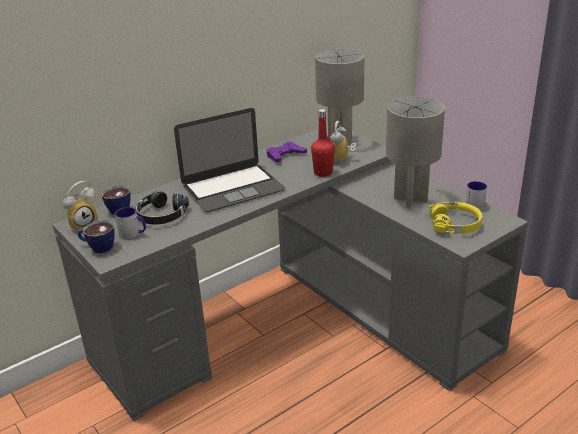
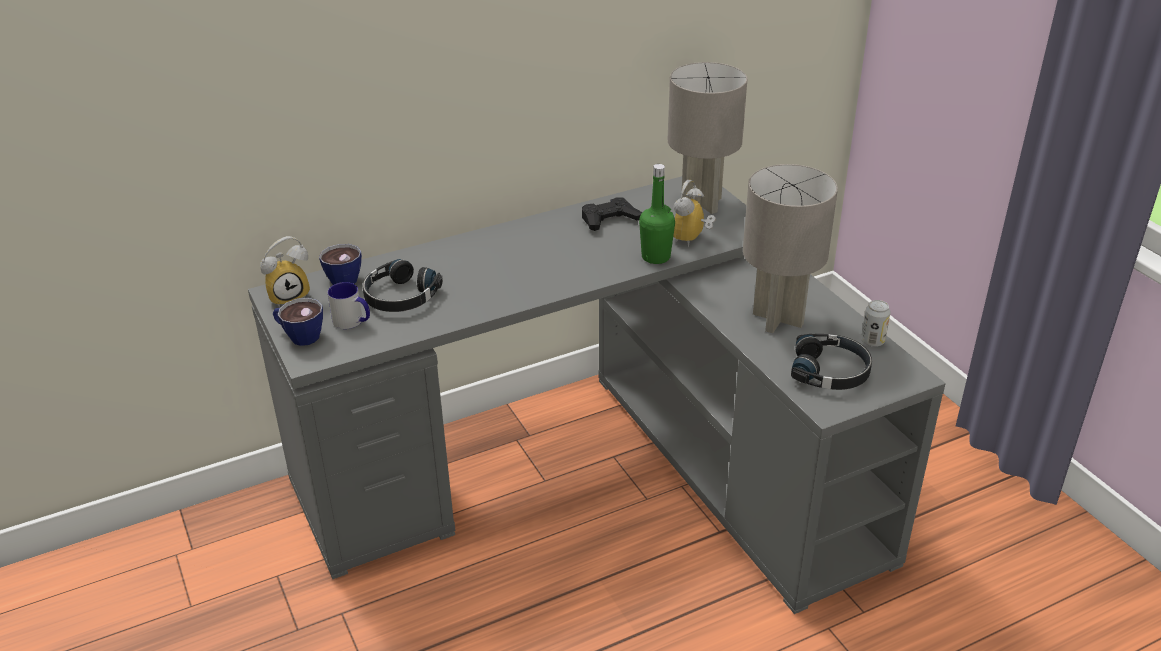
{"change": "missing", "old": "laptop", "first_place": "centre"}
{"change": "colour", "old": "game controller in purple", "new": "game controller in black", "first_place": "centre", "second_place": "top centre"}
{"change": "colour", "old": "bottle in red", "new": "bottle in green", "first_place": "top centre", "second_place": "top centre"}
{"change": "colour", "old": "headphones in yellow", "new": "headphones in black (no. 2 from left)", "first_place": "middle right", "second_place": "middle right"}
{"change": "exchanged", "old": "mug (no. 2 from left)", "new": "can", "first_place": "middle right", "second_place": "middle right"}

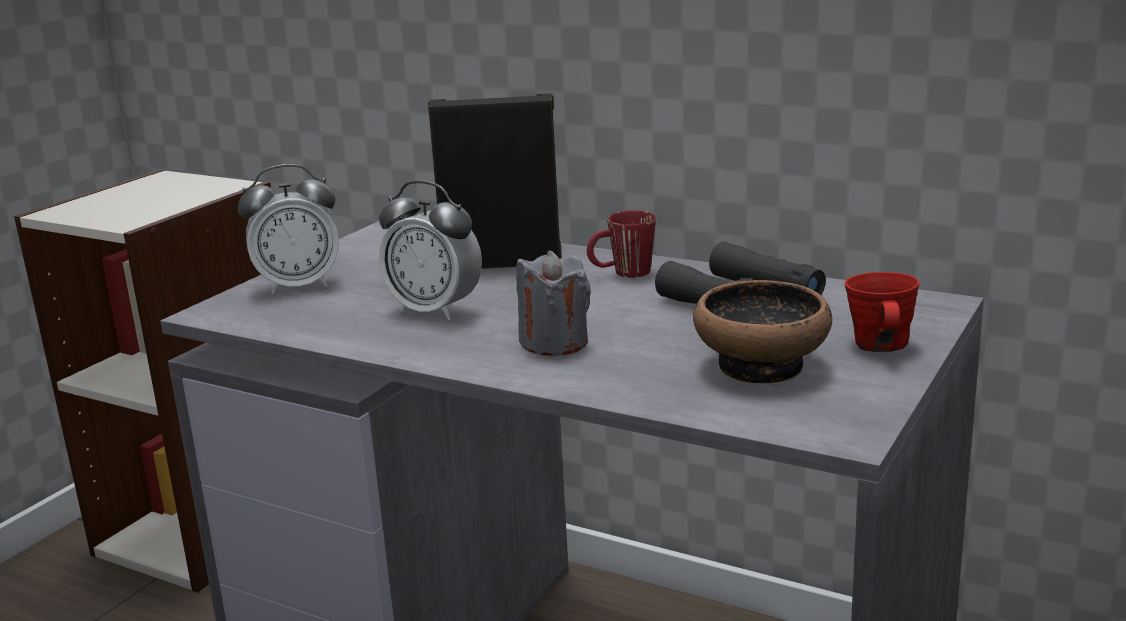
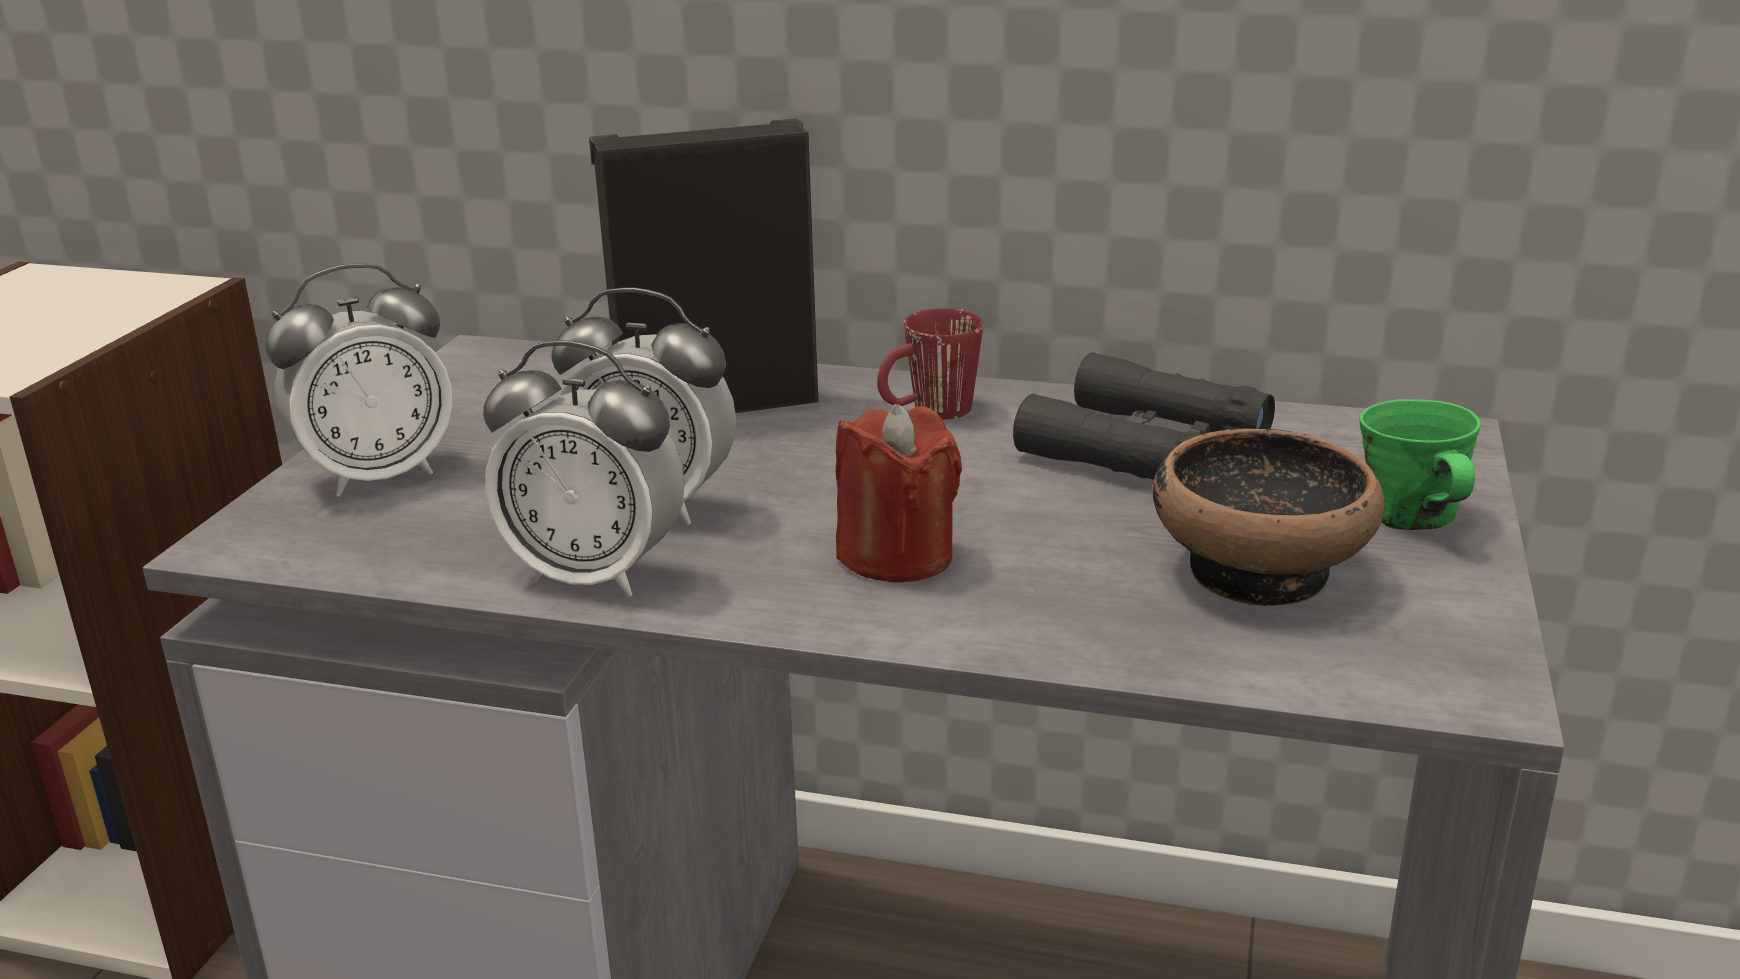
{"change": "colour", "old": "candle in grey", "new": "candle in red", "first_place": "centre", "second_place": "centre"}
{"change": "colour", "old": "mug in red (no. 2 from left)", "new": "mug in green", "first_place": "middle right", "second_place": "middle right"}
{"change": "appeared", "new": "alarm clock (no. 2 from left)", "second_place": "centre"}

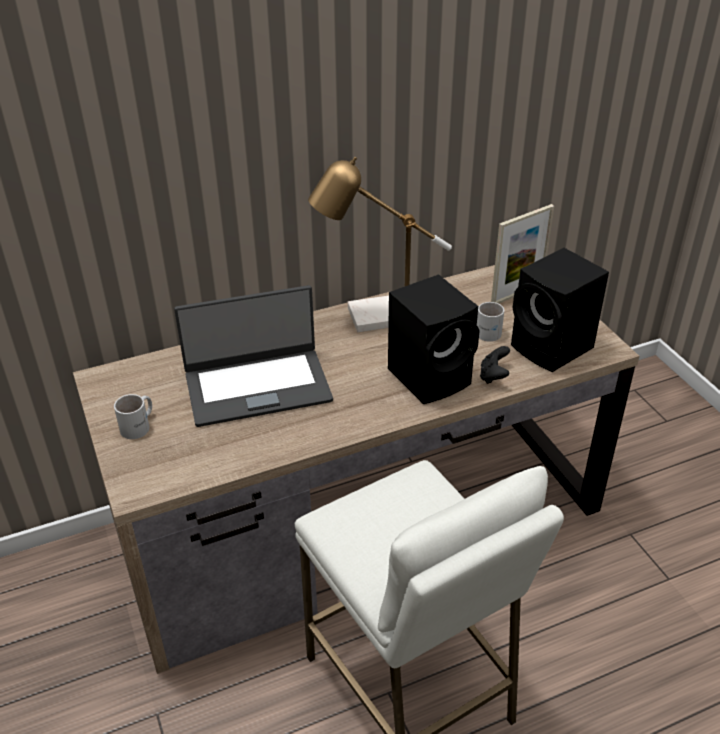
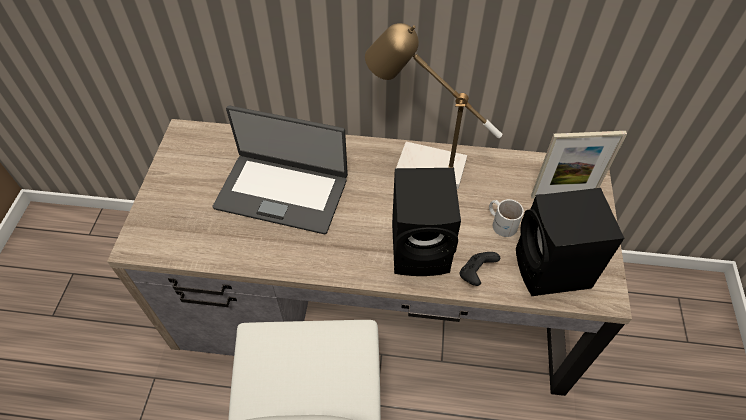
{"change": "missing", "old": "mug in white (no. 1 from left)", "first_place": "middle left"}

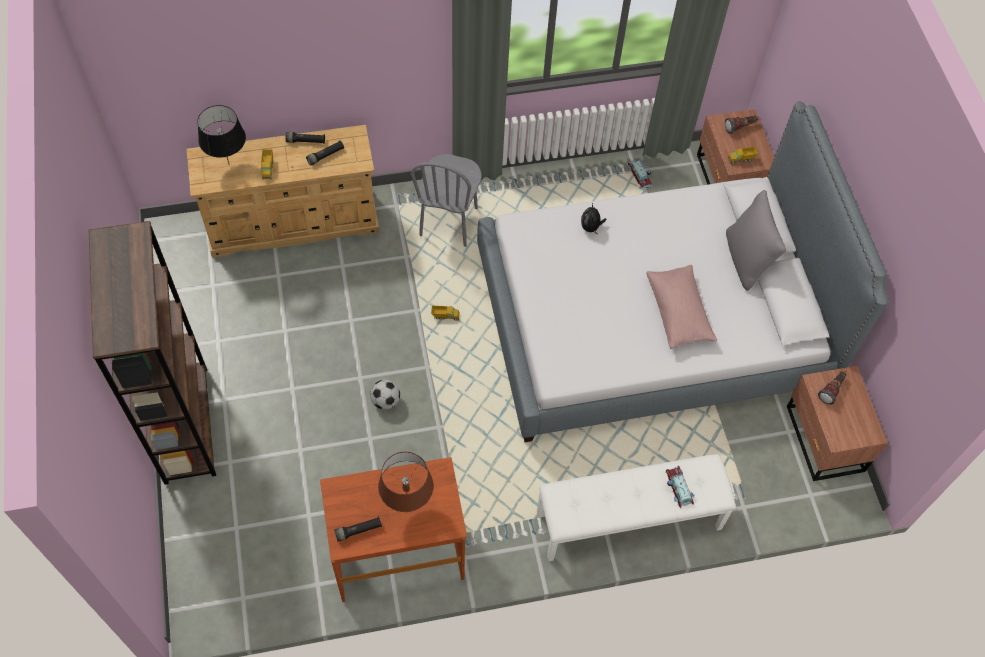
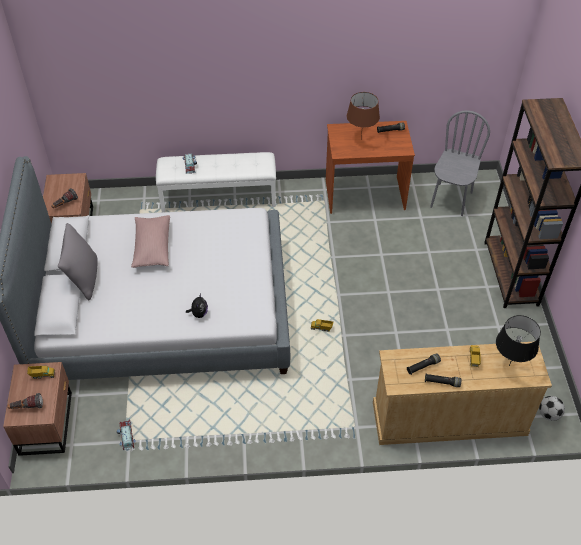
{"change": "relocated", "old": "football", "first_place": "centre", "second_place": "bottom right"}
{"change": "relocated", "old": "chair in grey", "first_place": "top centre", "second_place": "top right"}

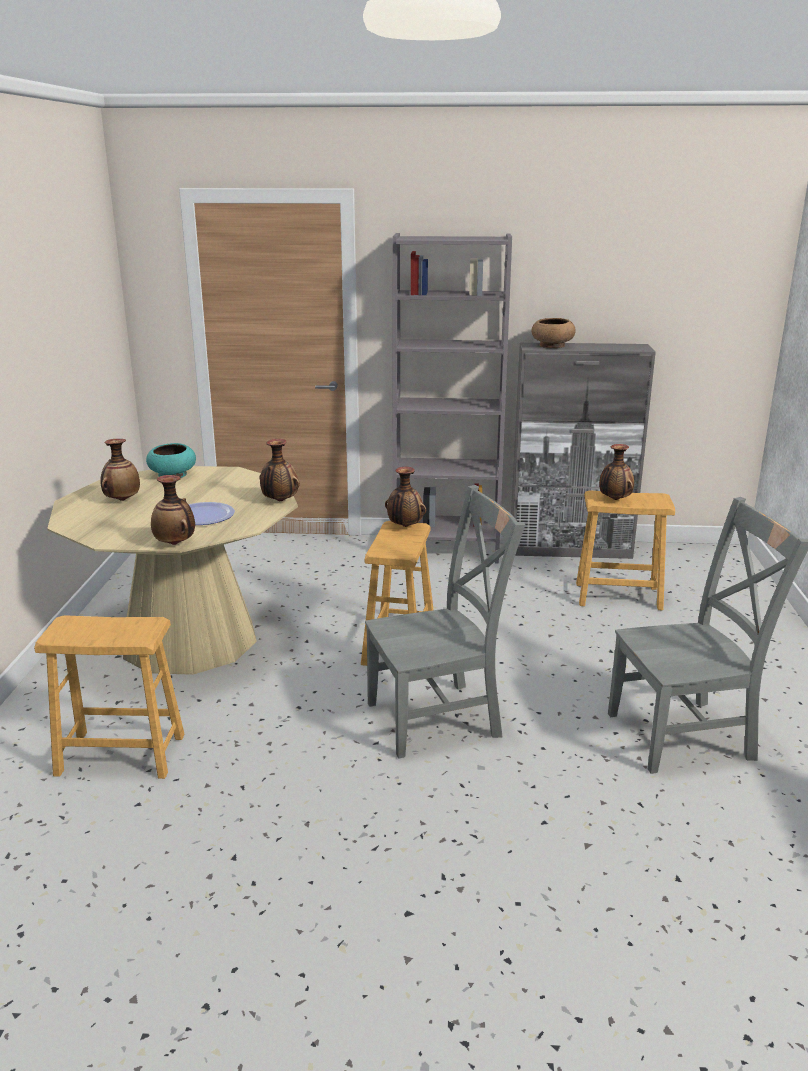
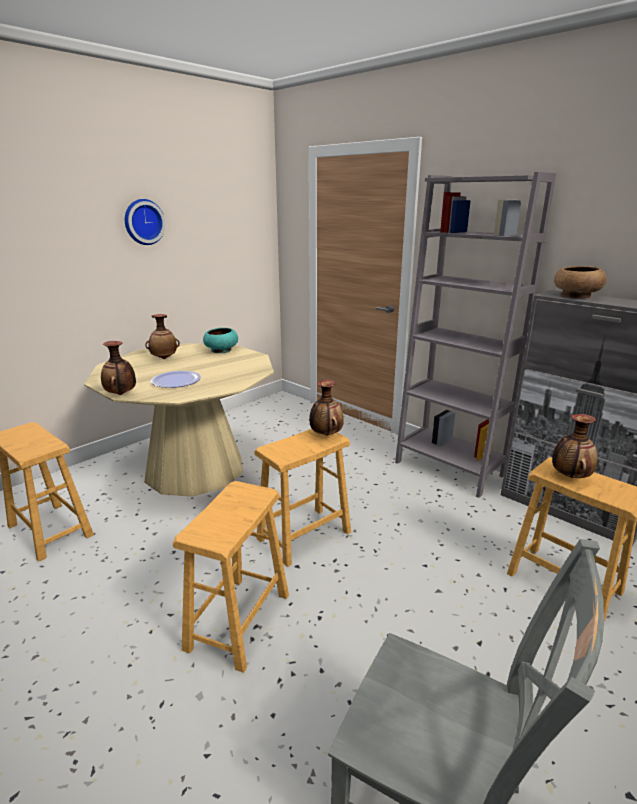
{"change": "missing", "old": "vase (no. 3 from left)", "first_place": "centre"}
{"change": "exchanged", "old": "chair in grey (no. 1 from left)", "new": "stool in brown (no. 2 from left)", "first_place": "centre", "second_place": "bottom centre"}
{"change": "appeared", "new": "wall clock", "second_place": "top left"}

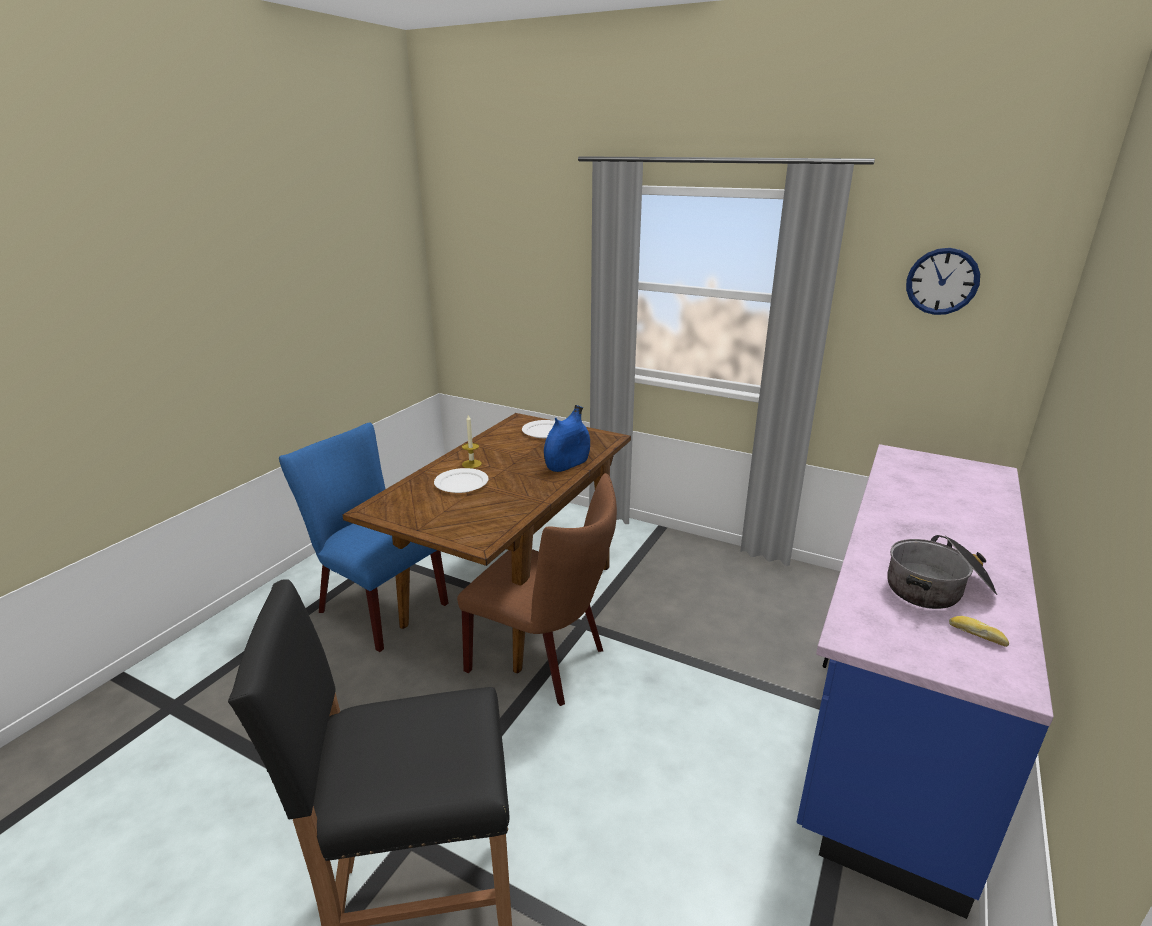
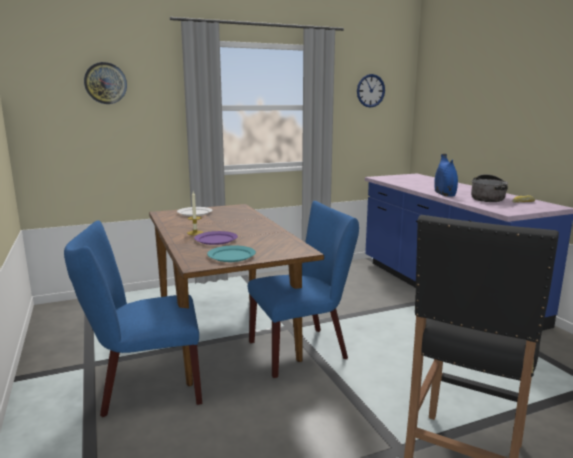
{"change": "colour", "old": "plate in white (no. 1 from left)", "new": "plate in purple", "first_place": "centre", "second_place": "centre"}
{"change": "colour", "old": "chair in brown", "new": "chair in blue (no. 2 from left)", "first_place": "centre", "second_place": "centre"}
{"change": "relocated", "old": "vase in blue", "first_place": "centre", "second_place": "middle right"}
{"change": "appeared", "new": "wall clock (no. 1 from left)", "second_place": "top left"}
{"change": "appeared", "new": "plate in turquoise", "second_place": "centre"}

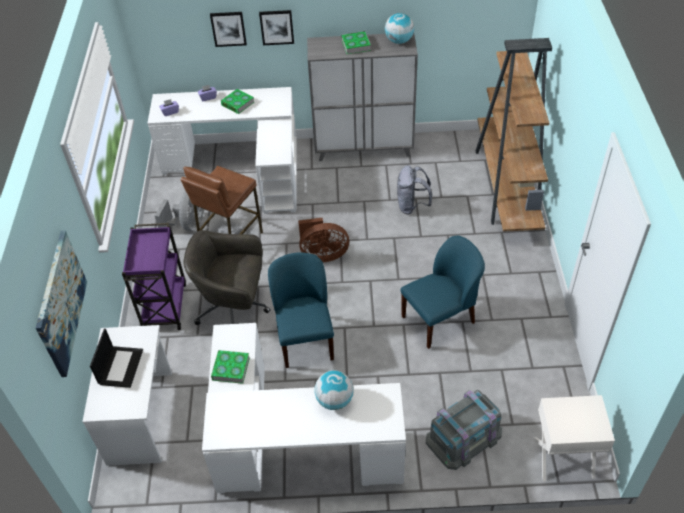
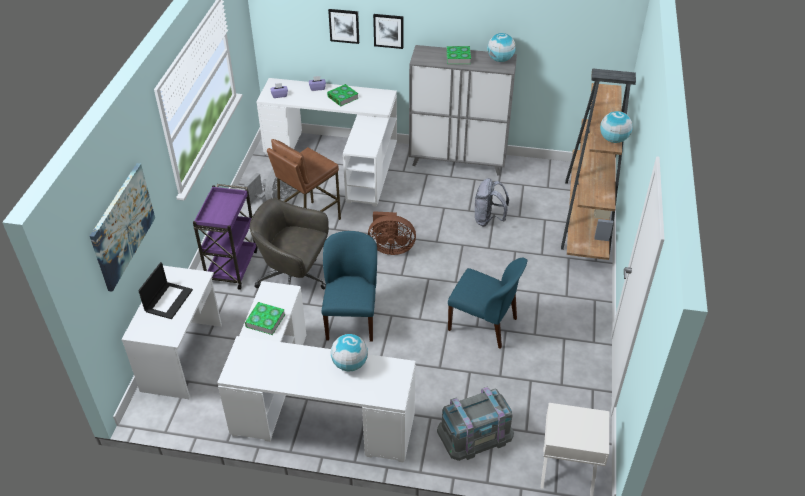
{"change": "spun", "old": "chair in blue (no. 2 from left)", "first_place": "centre", "second_place": "centre", "degrees": 45}
{"change": "appeared", "new": "globe (no. 3 from left)", "second_place": "top right"}

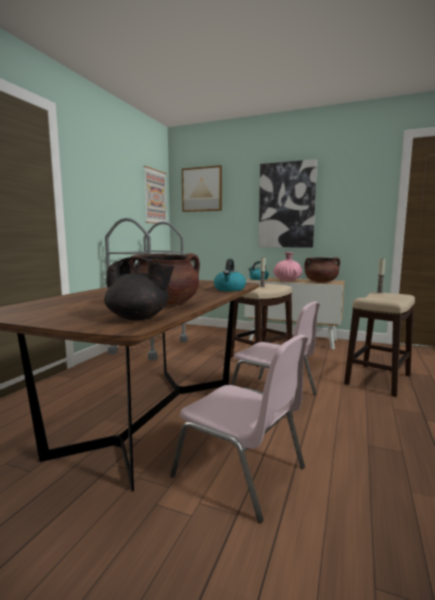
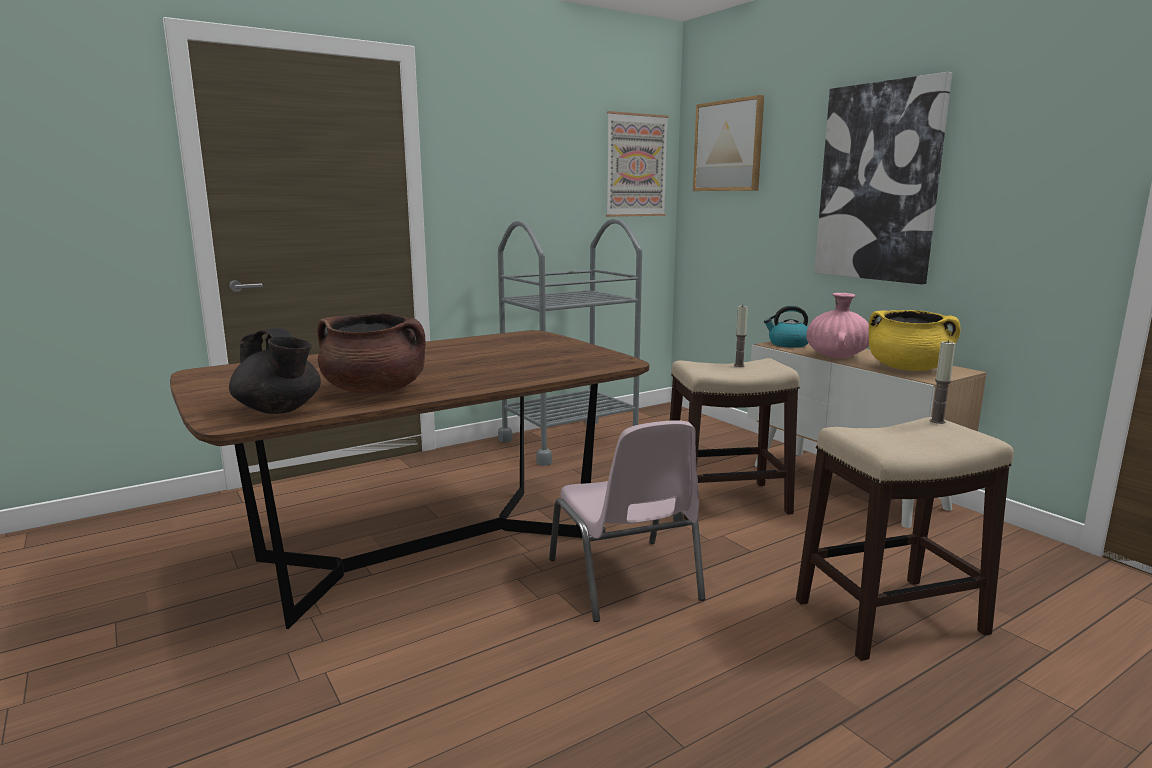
{"change": "missing", "old": "chair in pink (no. 1 from left)", "first_place": "bottom centre"}
{"change": "missing", "old": "kettle (no. 1 from left)", "first_place": "centre"}
{"change": "colour", "old": "cooking pot in brown (no. 2 from left)", "new": "cooking pot in yellow", "first_place": "middle right", "second_place": "middle right"}

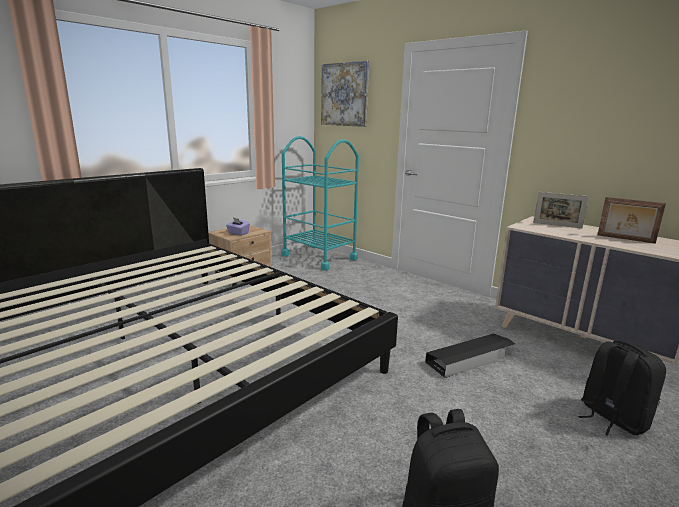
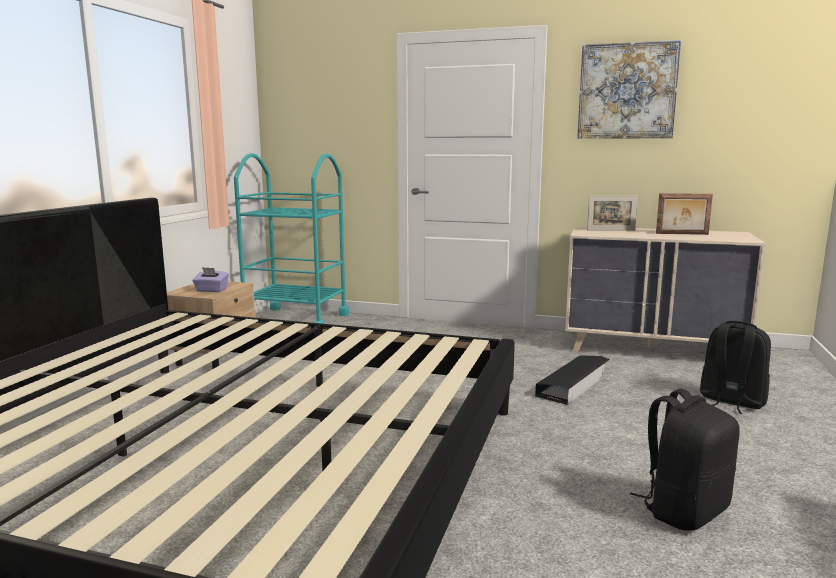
{"change": "relocated", "old": "picture", "first_place": "top centre", "second_place": "top right"}

